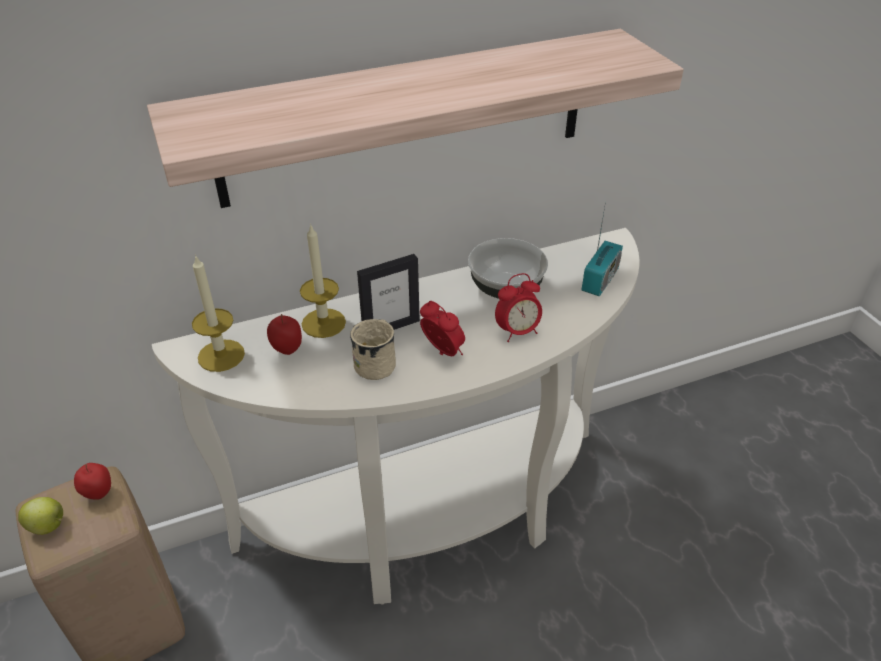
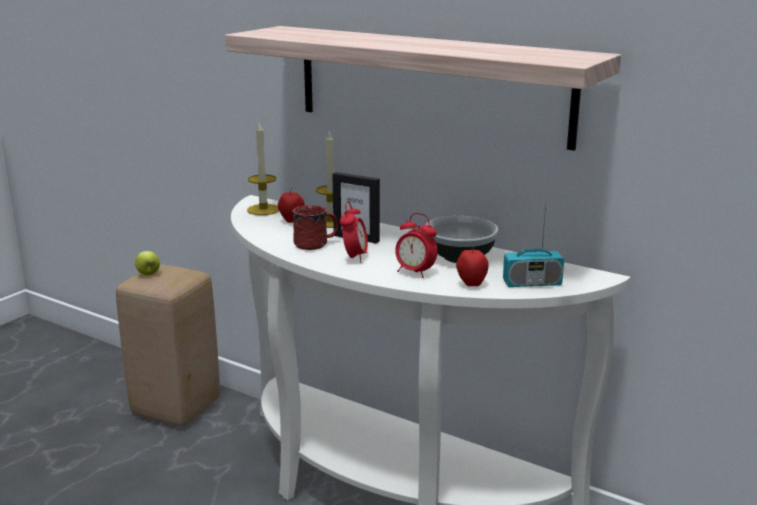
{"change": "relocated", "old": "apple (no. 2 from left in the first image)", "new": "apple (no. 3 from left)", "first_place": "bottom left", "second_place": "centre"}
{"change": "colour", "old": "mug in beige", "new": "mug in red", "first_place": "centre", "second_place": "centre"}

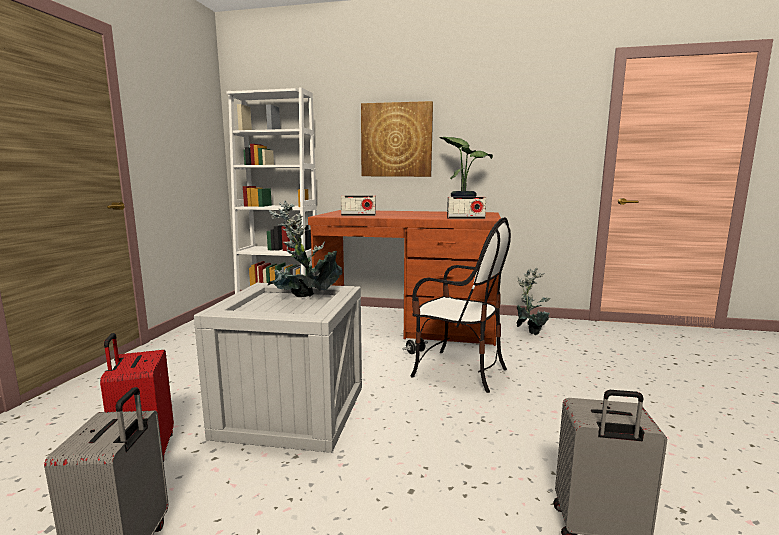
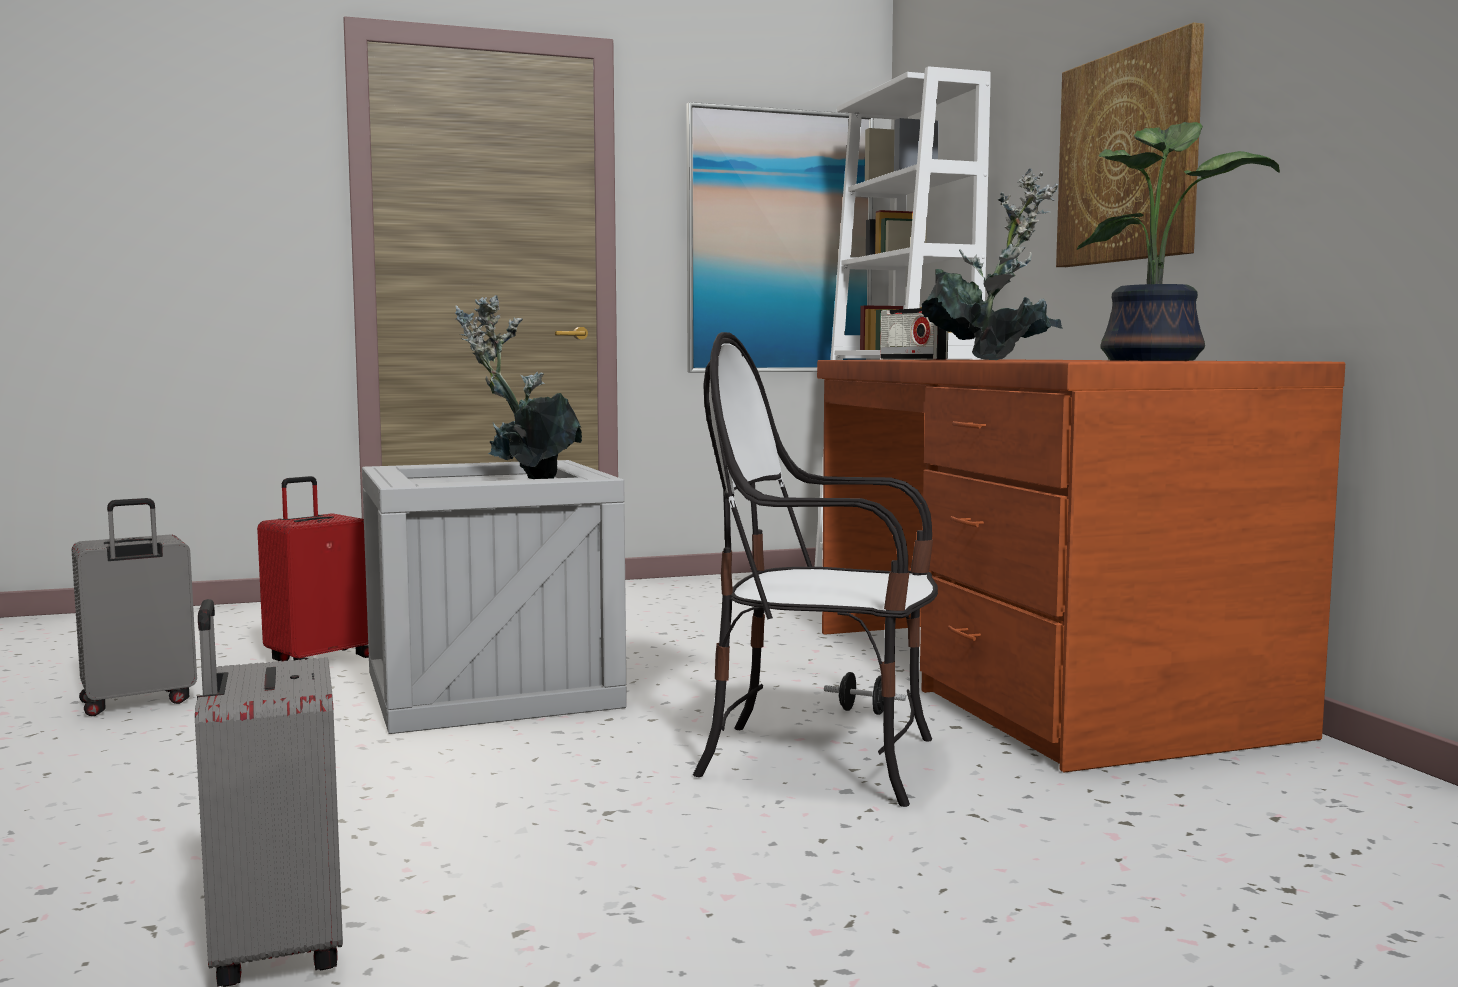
{"change": "spun", "old": "chair", "first_place": "centre", "second_place": "centre", "degrees": 105}
{"change": "missing", "old": "radio (no. 2 from left)", "first_place": "centre"}
{"change": "relocated", "old": "potted plant (no. 3 from left in the first image)", "new": "potted plant (no. 2 from left)", "first_place": "middle right", "second_place": "top right"}
{"change": "appeared", "new": "picture (no. 1 from left)", "second_place": "top centre"}

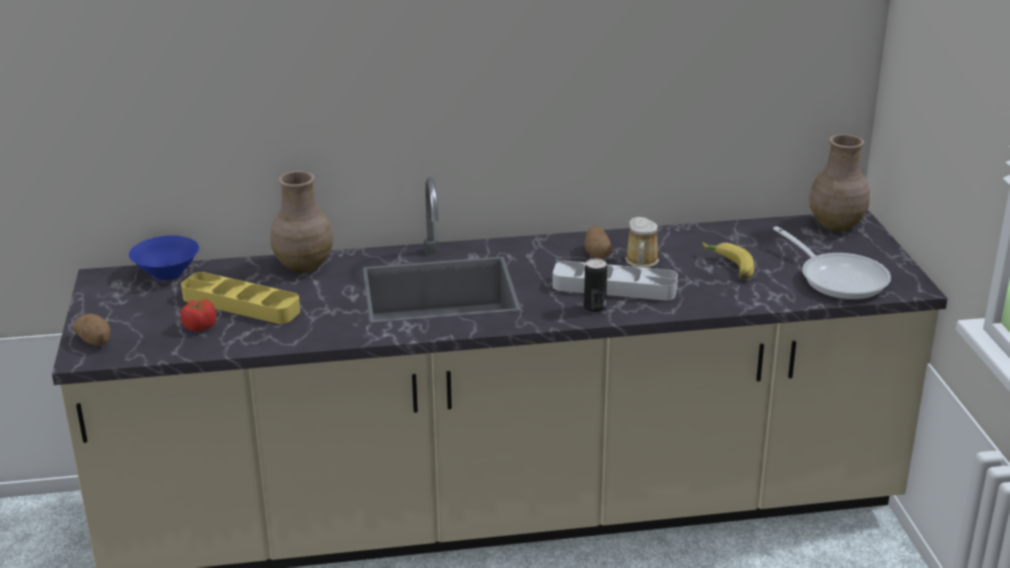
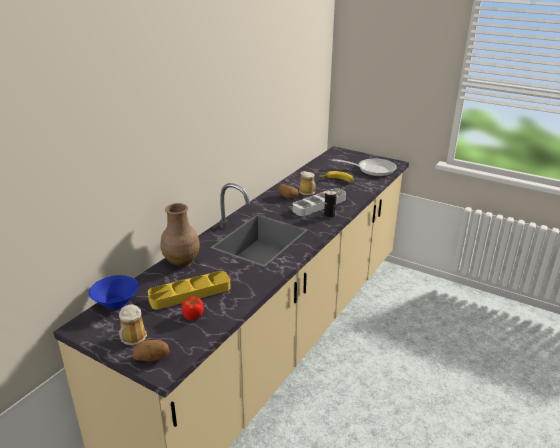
{"change": "missing", "old": "vase in brown (no. 2 from left)", "first_place": "top right"}
{"change": "appeared", "new": "mug (no. 1 from left)", "second_place": "bottom left"}

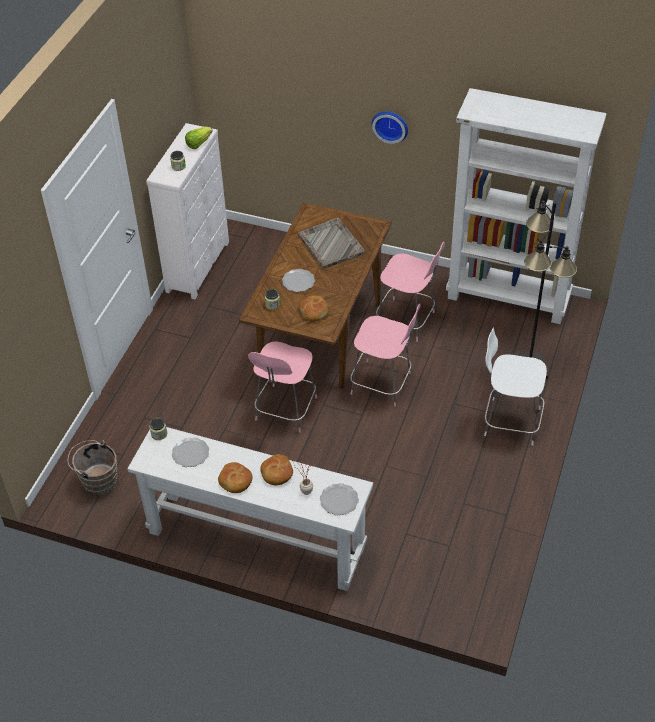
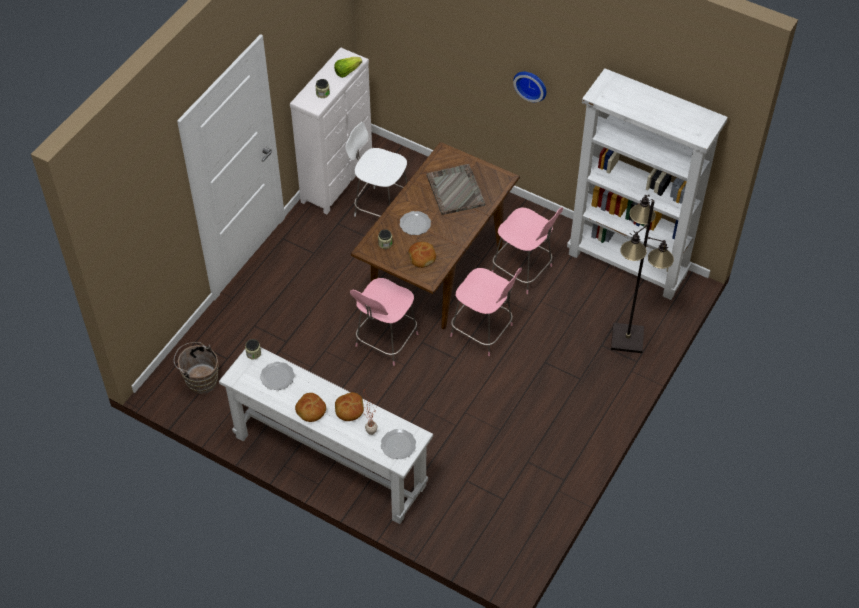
{"change": "relocated", "old": "chair in white", "first_place": "middle right", "second_place": "top centre"}

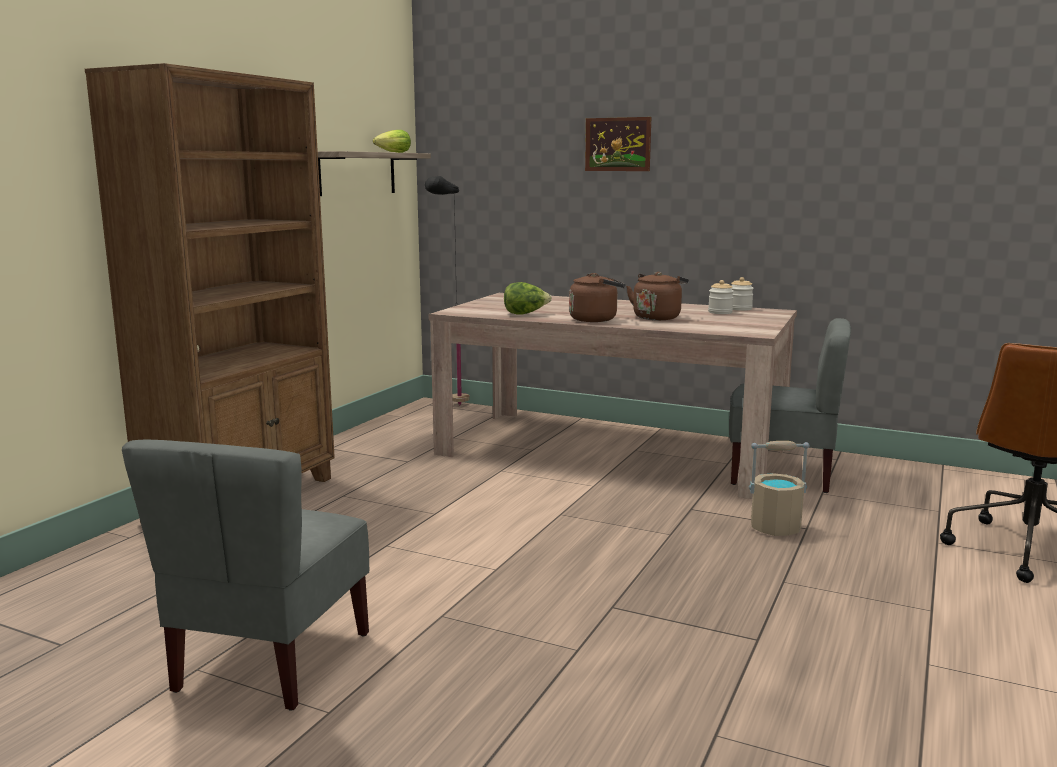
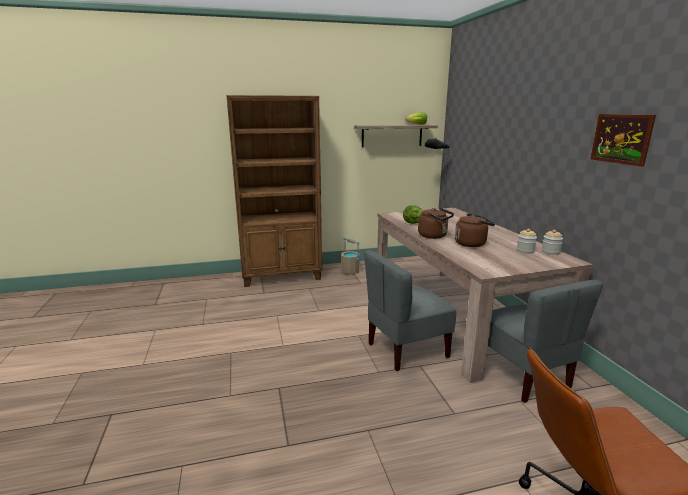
{"change": "relocated", "old": "chair in grey (no. 1 from left)", "first_place": "bottom left", "second_place": "centre"}
{"change": "relocated", "old": "picture", "first_place": "top centre", "second_place": "top right"}
{"change": "relocated", "old": "bucket in beige", "first_place": "middle right", "second_place": "centre"}

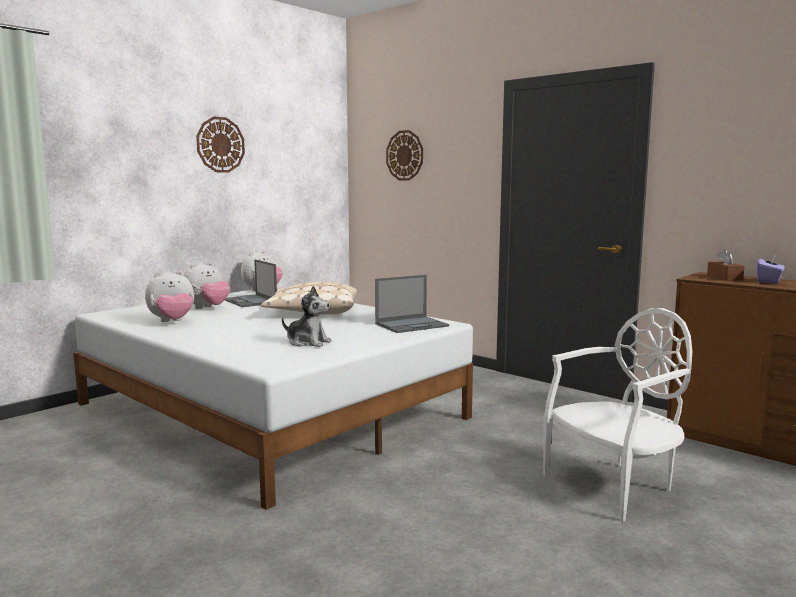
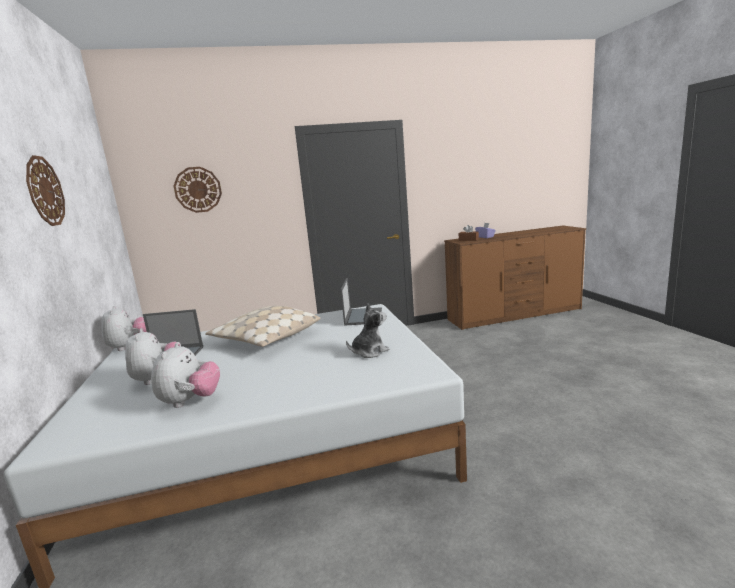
{"change": "missing", "old": "chair in white", "first_place": "bottom right"}

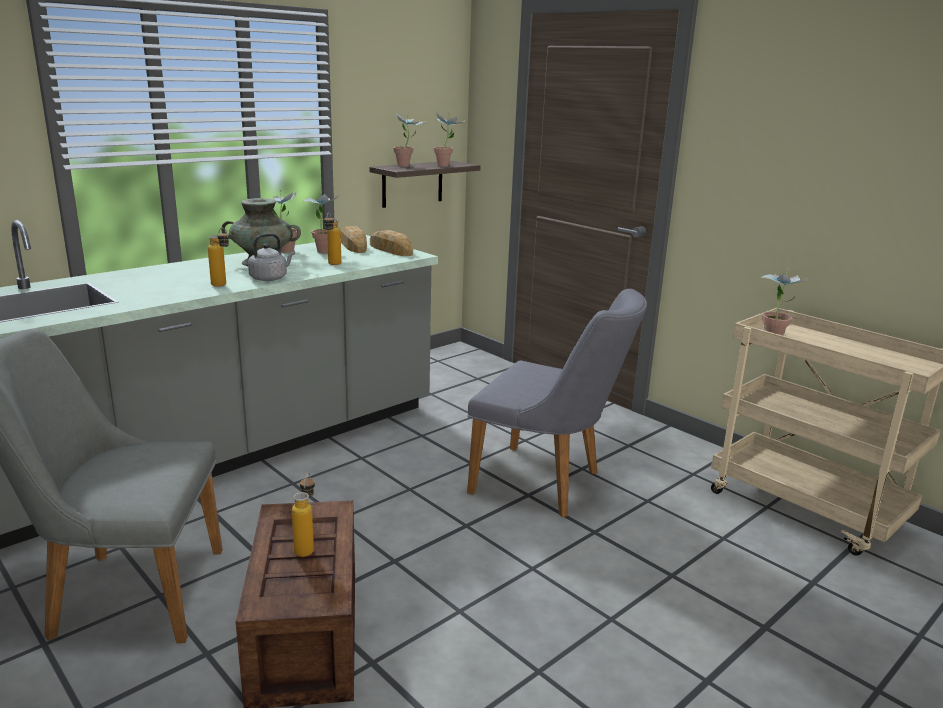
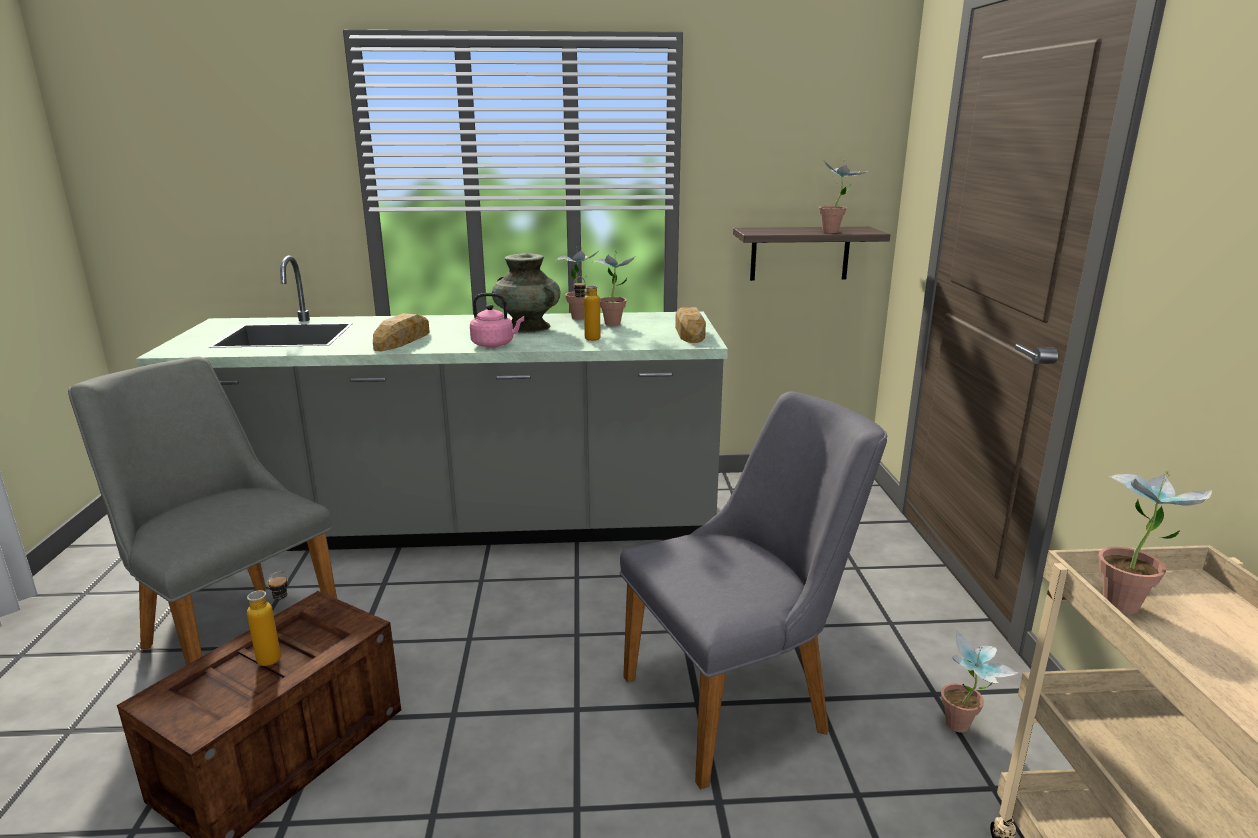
{"change": "missing", "old": "bottle (no. 1 from left)", "first_place": "middle left"}
{"change": "colour", "old": "kettle in grey", "new": "kettle in pink", "first_place": "middle left", "second_place": "centre"}
{"change": "relocated", "old": "bread (no. 1 from left)", "first_place": "centre", "second_place": "middle left"}
{"change": "relocated", "old": "potted plant (no. 3 from left in the first image)", "new": "potted plant (no. 4 from left)", "first_place": "top centre", "second_place": "bottom right"}
{"change": "spun", "old": "chair in grey (no. 2 from left)", "first_place": "centre", "second_place": "bottom centre", "degrees": -90}

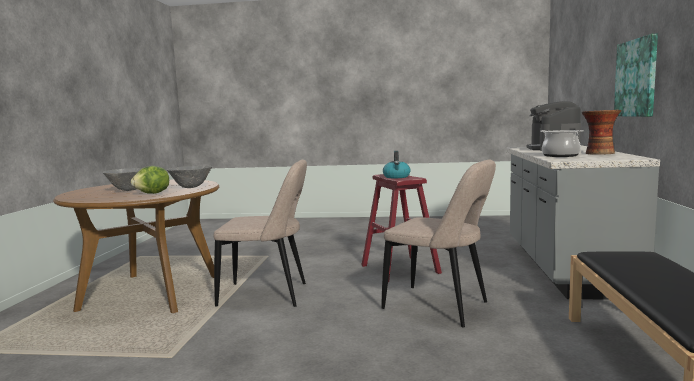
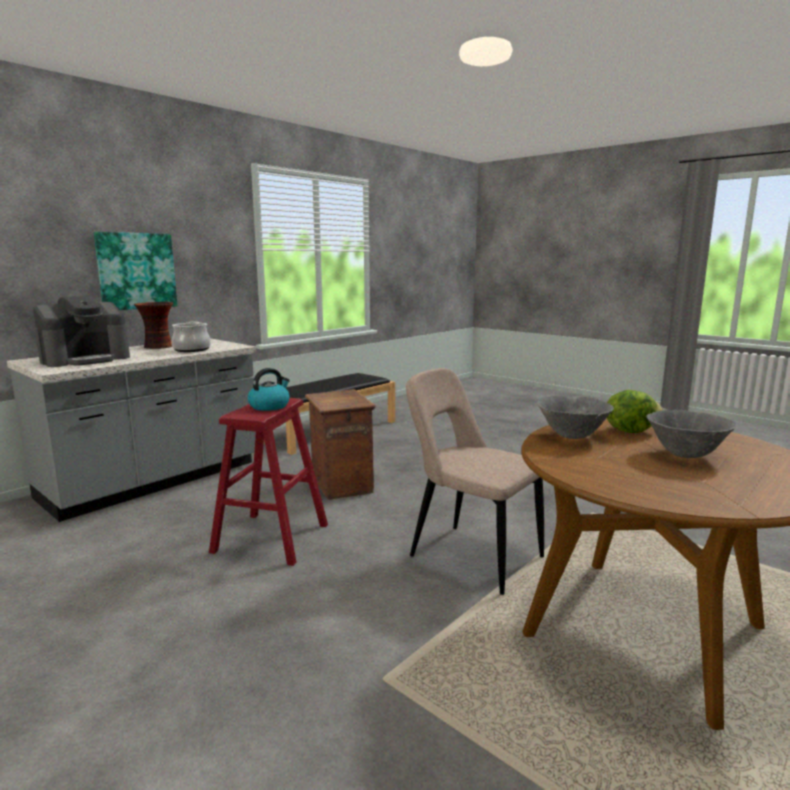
{"change": "exchanged", "old": "chair in beige (no. 2 from left)", "new": "crate", "first_place": "centre", "second_place": "centre"}

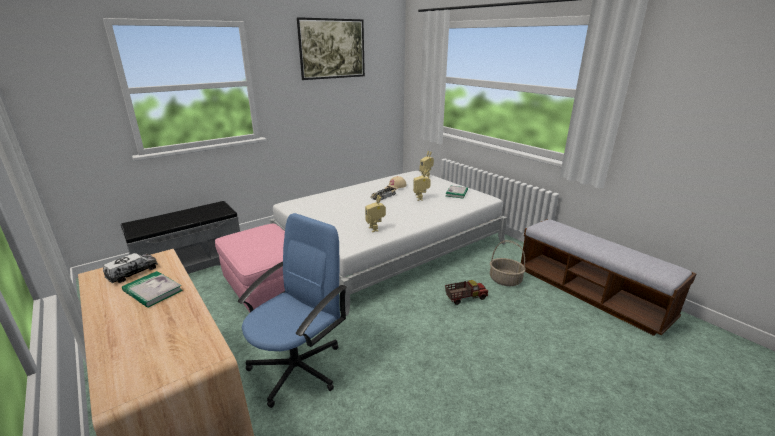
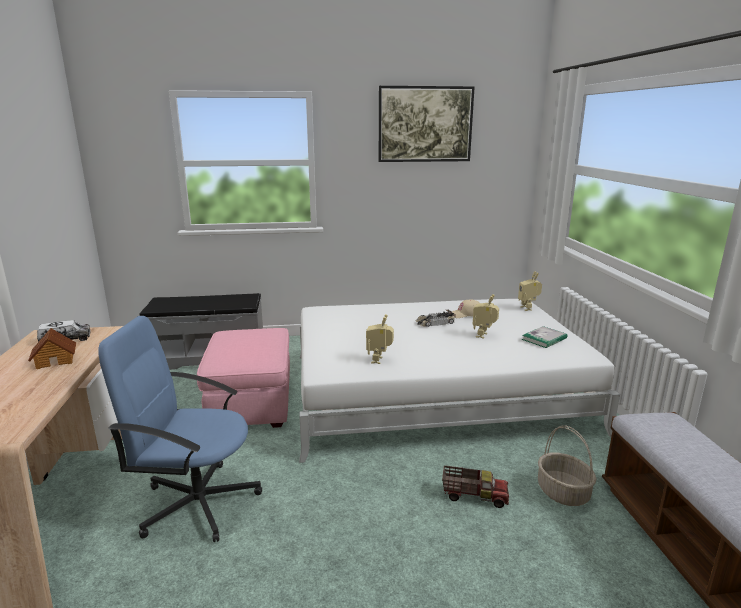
{"change": "exchanged", "old": "book (no. 1 from left)", "new": "toy house", "first_place": "middle left", "second_place": "middle left"}
{"change": "spun", "old": "office chair in blue", "first_place": "bottom centre", "second_place": "bottom left", "degrees": -150}

